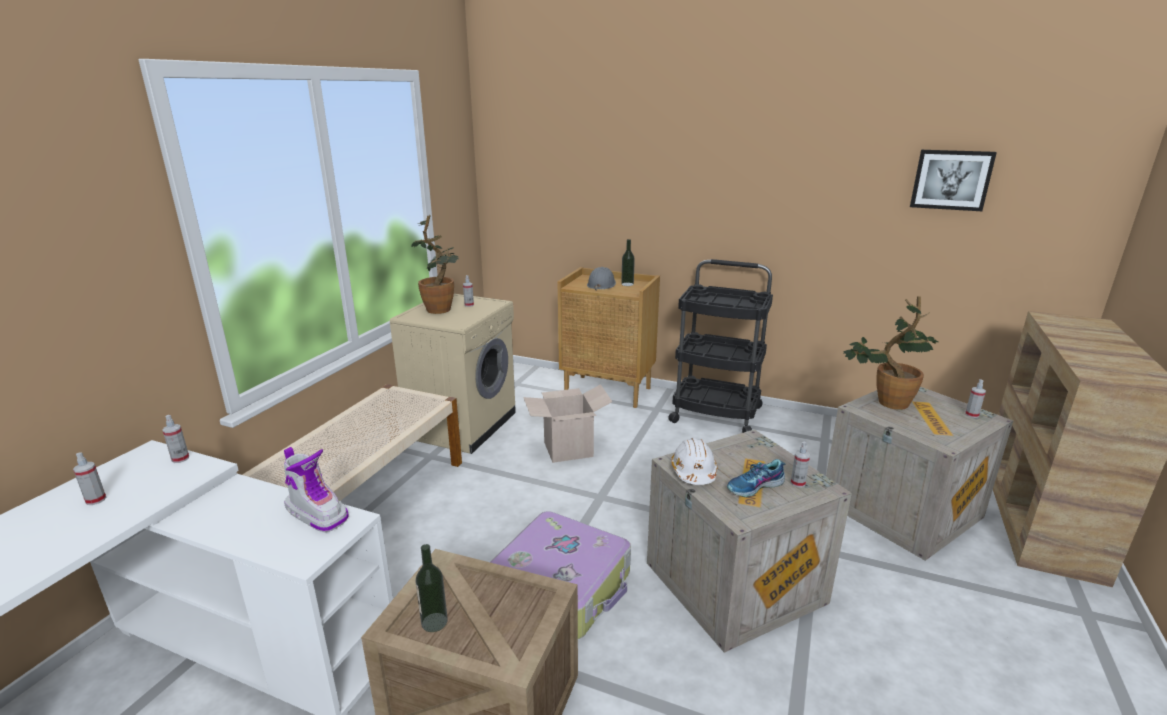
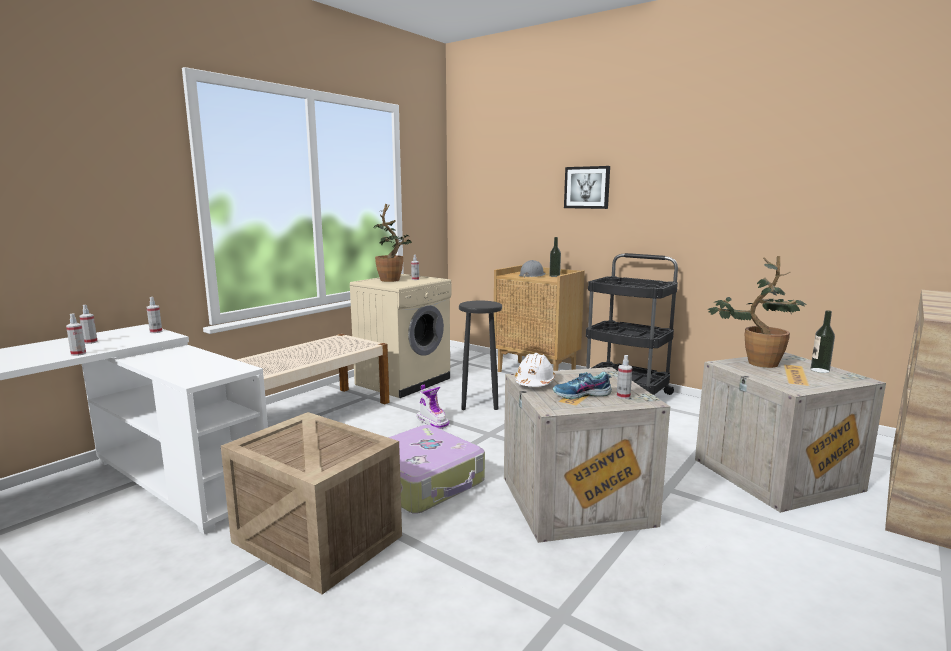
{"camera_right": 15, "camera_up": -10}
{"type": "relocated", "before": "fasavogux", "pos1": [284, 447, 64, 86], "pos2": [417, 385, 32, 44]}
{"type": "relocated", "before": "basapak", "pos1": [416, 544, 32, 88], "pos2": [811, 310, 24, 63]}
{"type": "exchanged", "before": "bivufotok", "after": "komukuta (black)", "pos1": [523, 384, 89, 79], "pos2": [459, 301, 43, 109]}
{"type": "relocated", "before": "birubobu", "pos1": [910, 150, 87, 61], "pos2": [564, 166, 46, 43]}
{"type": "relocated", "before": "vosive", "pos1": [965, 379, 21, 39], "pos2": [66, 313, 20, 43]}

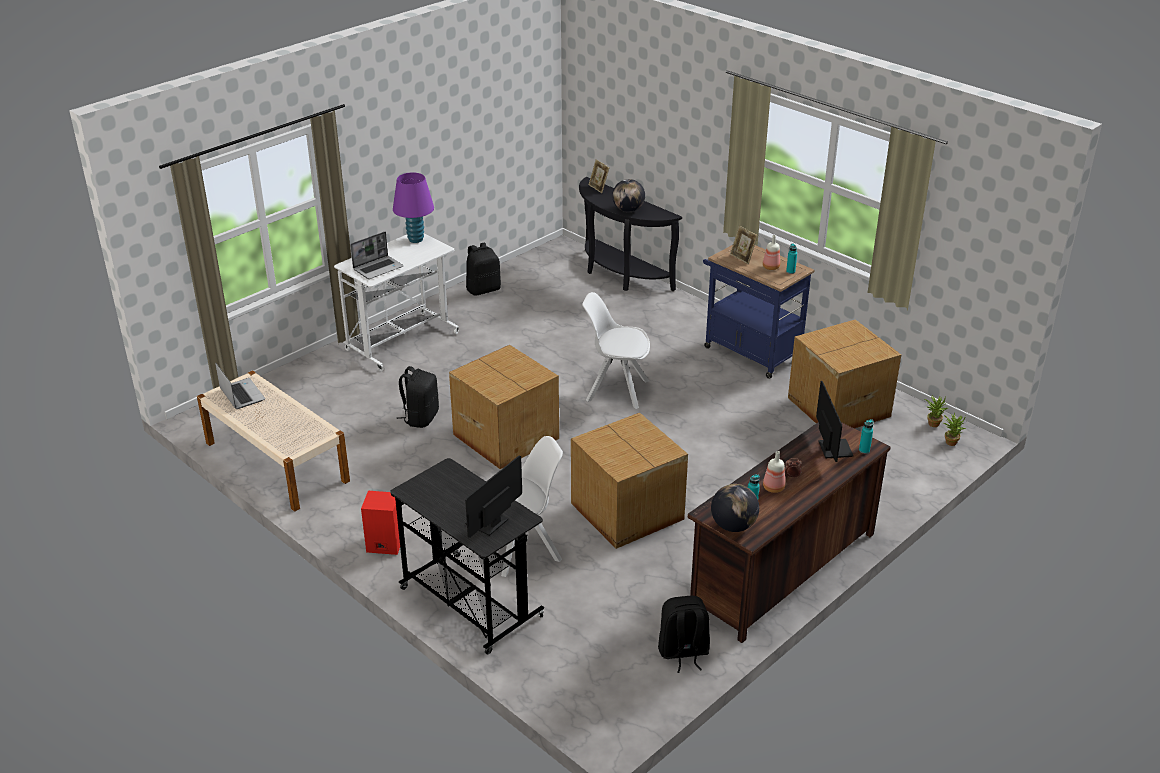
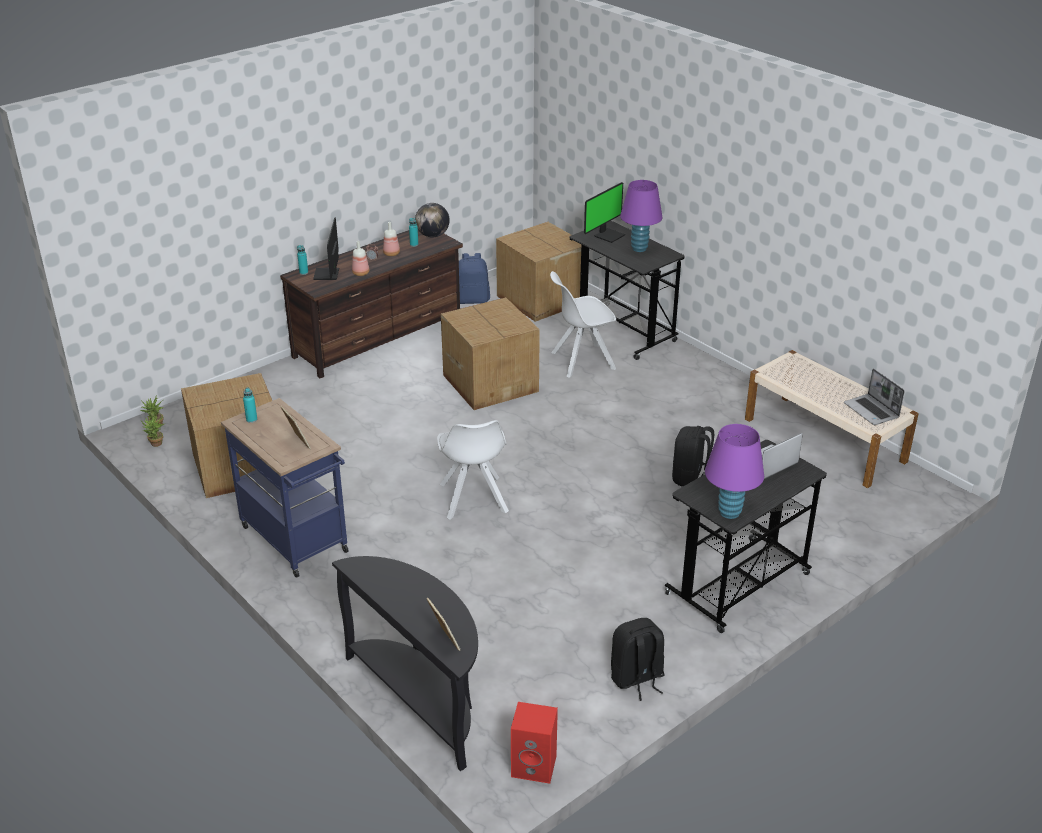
{"camera_right": -175, "camera_up": 0}
{"type": "colour", "before": "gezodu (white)", "after": "gezodu (black)", "pos1": [334, 233, 125, 139], "pos2": [665, 440, 162, 193]}
{"type": "relocated", "before": "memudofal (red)", "pos1": [361, 491, 39, 64], "pos2": [511, 702, 47, 82]}
{"type": "relocated", "before": "bivufotok", "pos1": [449, 345, 110, 124], "pos2": [496, 222, 85, 100]}
{"type": "spun", "before": "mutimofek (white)", "pos1": [582, 292, 68, 117], "pos2": [437, 420, 72, 100], "turn": 60}
{"type": "missing", "before": "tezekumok", "pos1": [612, 179, 33, 33]}
{"type": "colour", "before": "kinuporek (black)", "after": "kinuporek (blue)", "pos1": [658, 596, 52, 77], "pos2": [459, 253, 31, 51]}
{"type": "relocated", "before": "basapak", "pos1": [763, 235, 17, 35], "pos2": [352, 241, 17, 35]}
{"type": "appeared", "after": "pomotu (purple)", "pos2": [620, 180, 42, 72]}

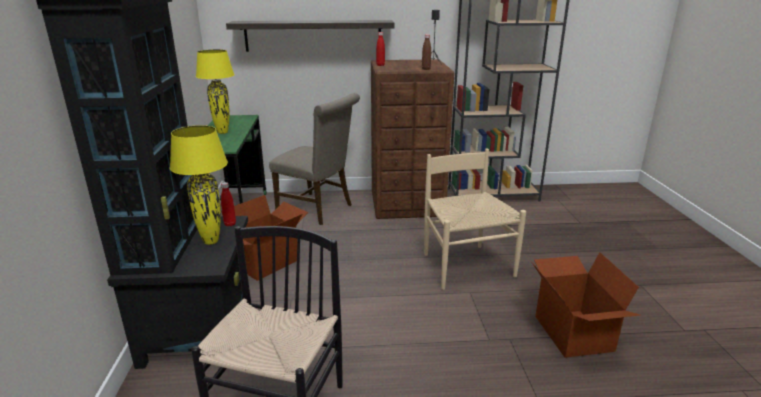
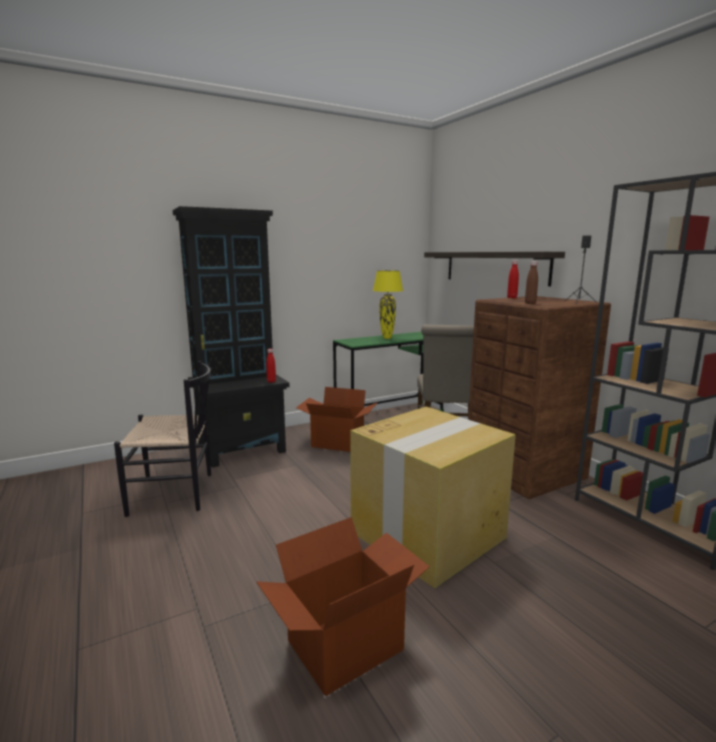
{"camera_right": 65, "camera_up": -10}
{"type": "missing", "before": "pomotu (yellow)", "pos1": [170, 125, 58, 120]}
{"type": "exchanged", "before": "mutimofek (beige)", "after": "bivufotok", "pos1": [424, 149, 102, 141], "pos2": [350, 407, 166, 181]}

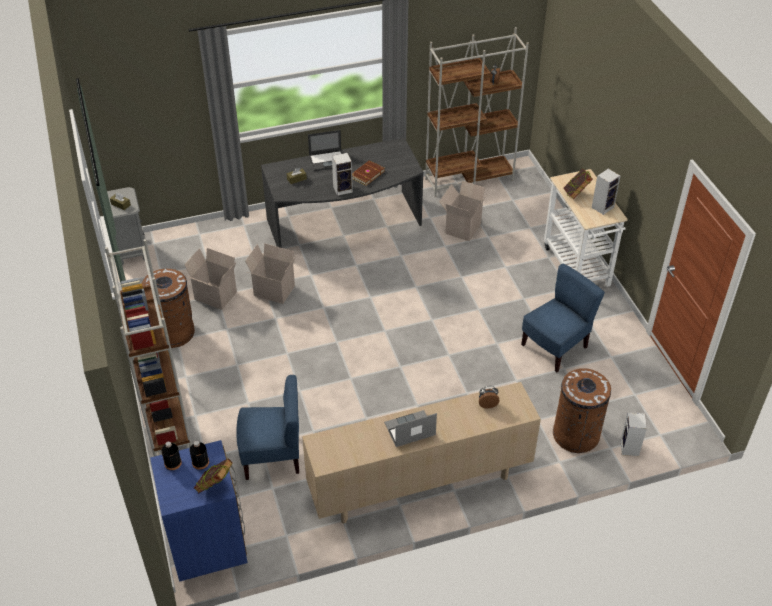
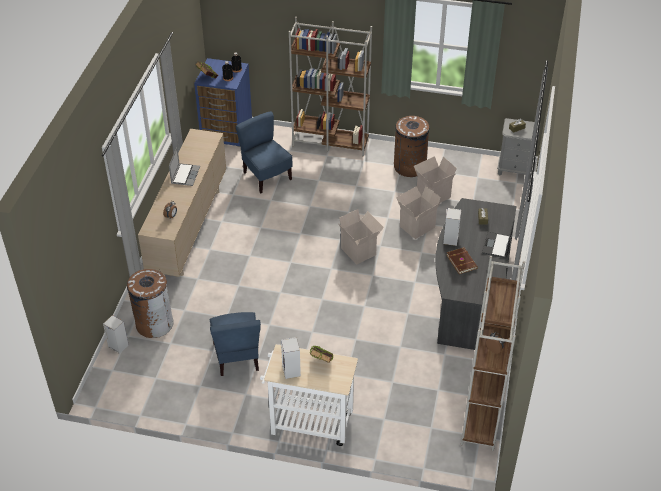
{"camera_right": 120, "camera_up": 0}
{"type": "spun", "before": "mutimofek (blue)", "pos1": [236, 375, 63, 105], "pos2": [236, 111, 56, 82], "turn": 120}
{"type": "relocated", "before": "bivufotok", "pos1": [439, 181, 49, 60], "pos2": [338, 209, 46, 56]}

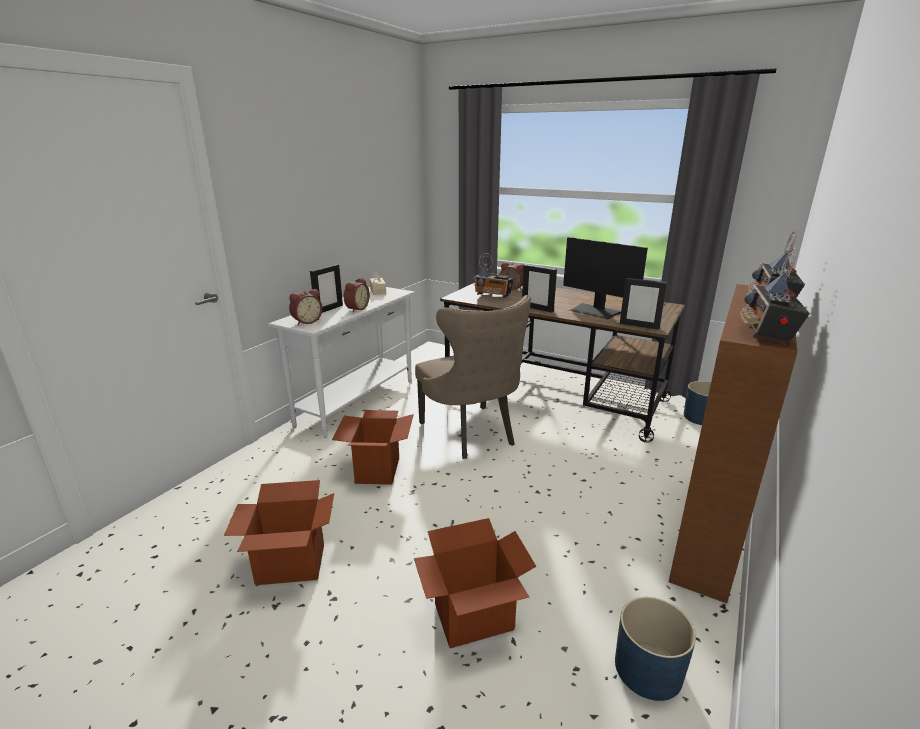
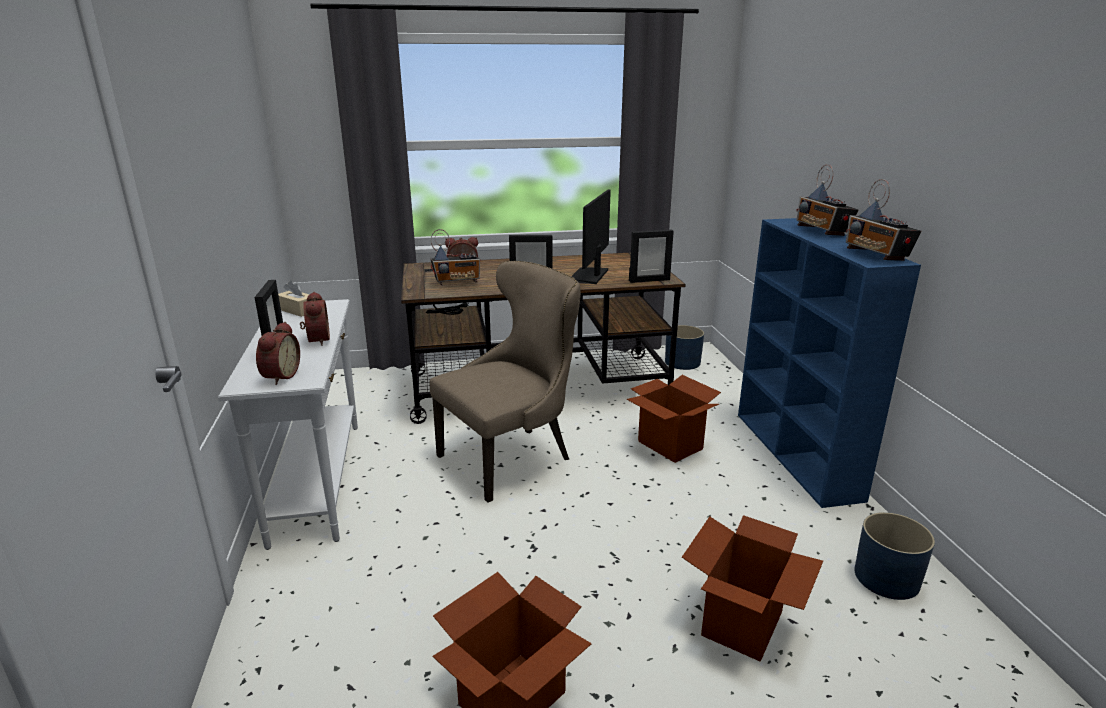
{"camera_right": -40, "camera_up": 0}
{"type": "relocated", "before": "bivufotok", "pos1": [332, 410, 82, 75], "pos2": [626, 375, 95, 88]}
{"type": "spun", "before": "mutimofek (beige)", "pos1": [415, 295, 116, 164], "pos2": [430, 261, 151, 242], "turn": -60}
{"type": "spun", "before": "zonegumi", "pos1": [563, 237, 85, 83], "pos2": [571, 190, 40, 94], "turn": 105}
{"type": "colour", "before": "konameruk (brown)", "after": "konameruk (blue)", "pos1": [669, 284, 128, 319], "pos2": [738, 218, 183, 290]}

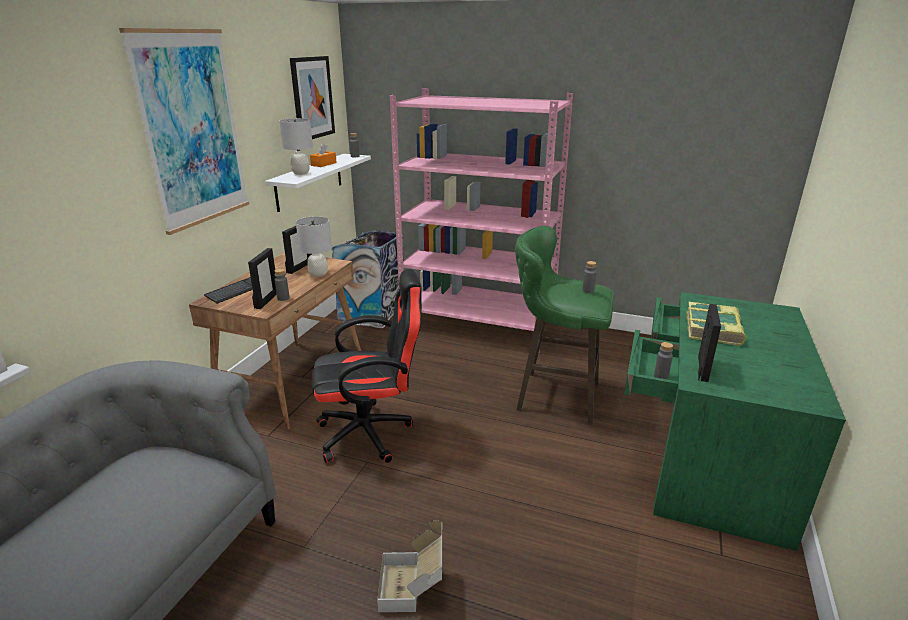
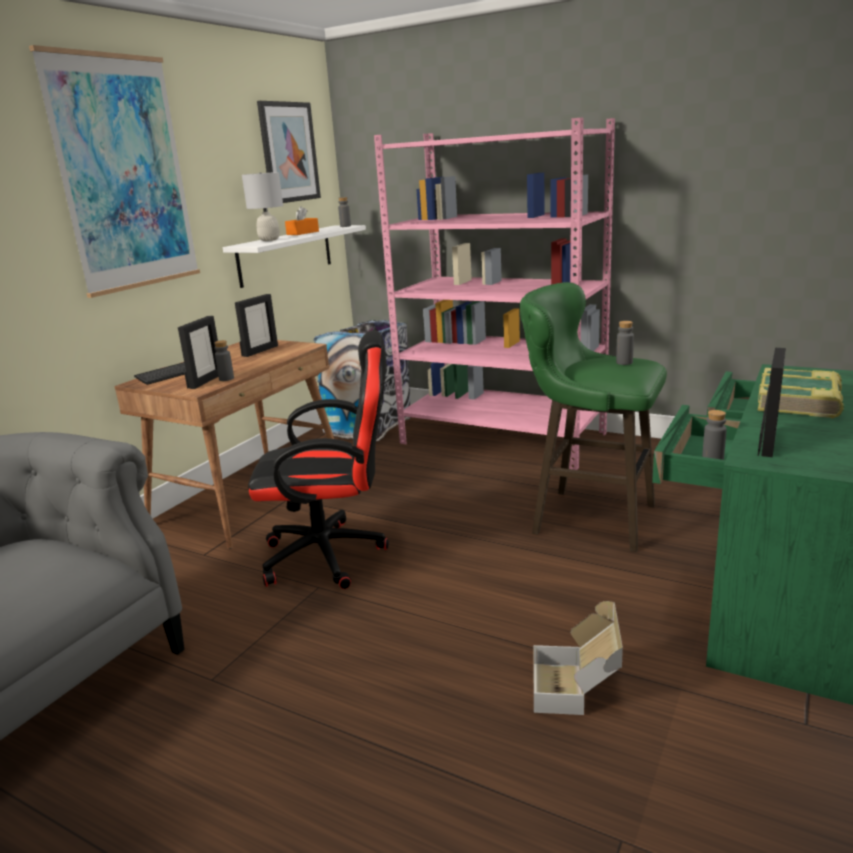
{"camera_right": 10, "camera_up": -5}
{"type": "missing", "before": "pomotu (grey)", "pos1": [296, 216, 36, 61]}
{"type": "relocated", "before": "bivufotok", "pos1": [377, 520, 65, 92], "pos2": [533, 601, 90, 114]}

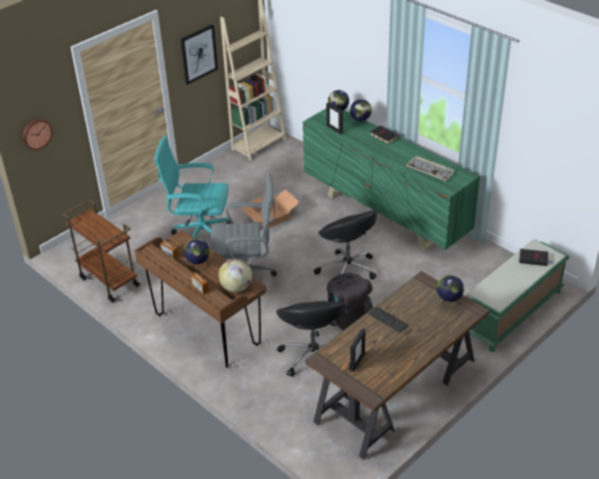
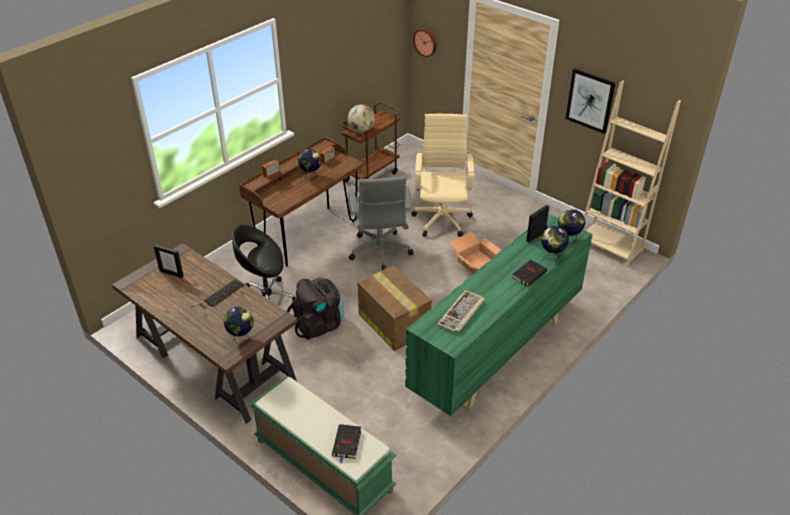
{"camera_right": 85, "camera_up": 0}
{"type": "colour", "before": "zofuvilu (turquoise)", "after": "zofuvilu (beige)", "pos1": [155, 135, 77, 103], "pos2": [412, 114, 62, 123]}
{"type": "relocated", "before": "tezekumok", "pos1": [218, 259, 34, 34], "pos2": [348, 105, 27, 27]}
{"type": "exchanged", "before": "zofuvilu (black)", "after": "bivufotok", "pos1": [314, 209, 63, 70], "pos2": [357, 265, 75, 86]}

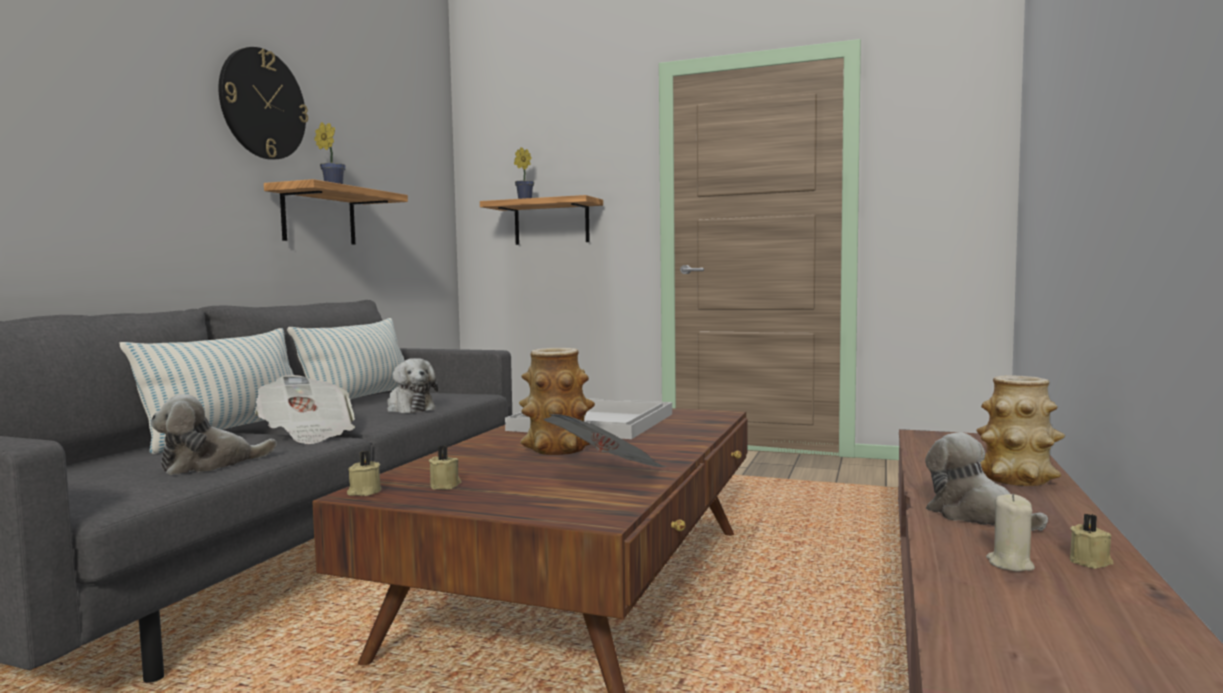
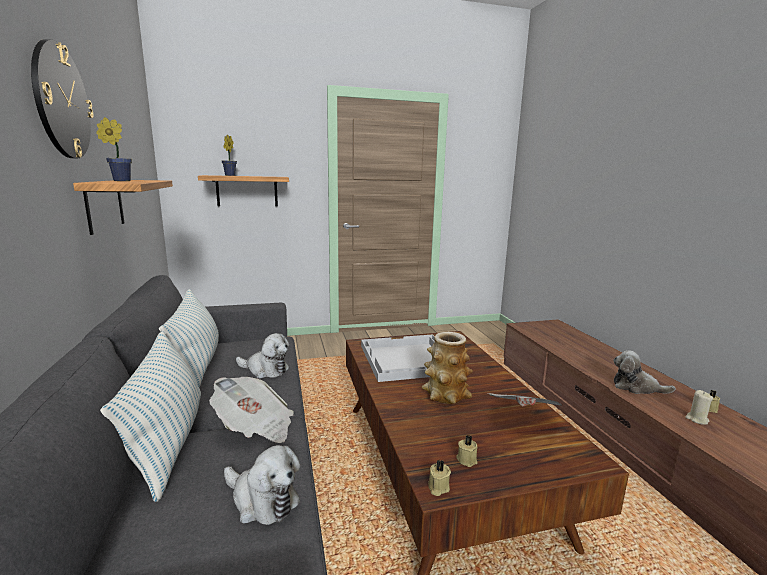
{"camera_right": -35, "camera_up": 10}
{"type": "spun", "before": "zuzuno", "pos1": [150, 394, 127, 81], "pos2": [224, 445, 76, 80], "turn": -75}
{"type": "missing", "before": "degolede", "pos1": [977, 375, 88, 111]}

